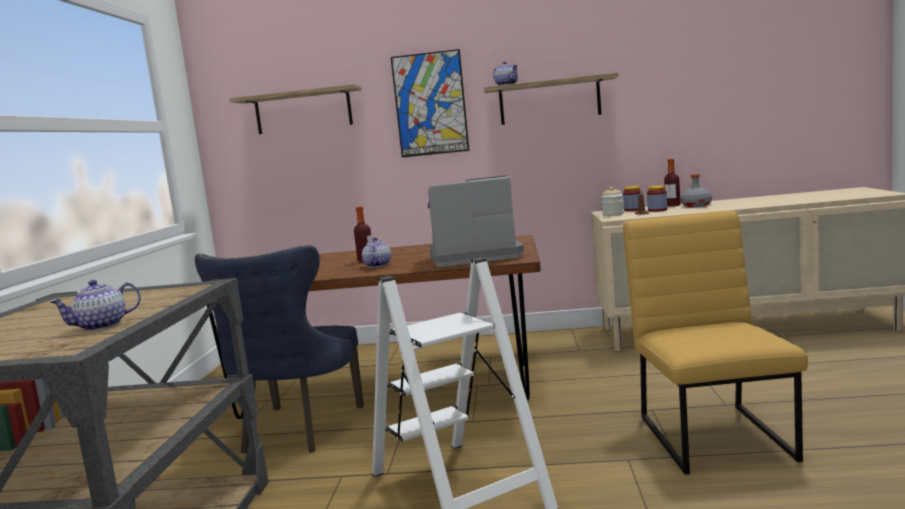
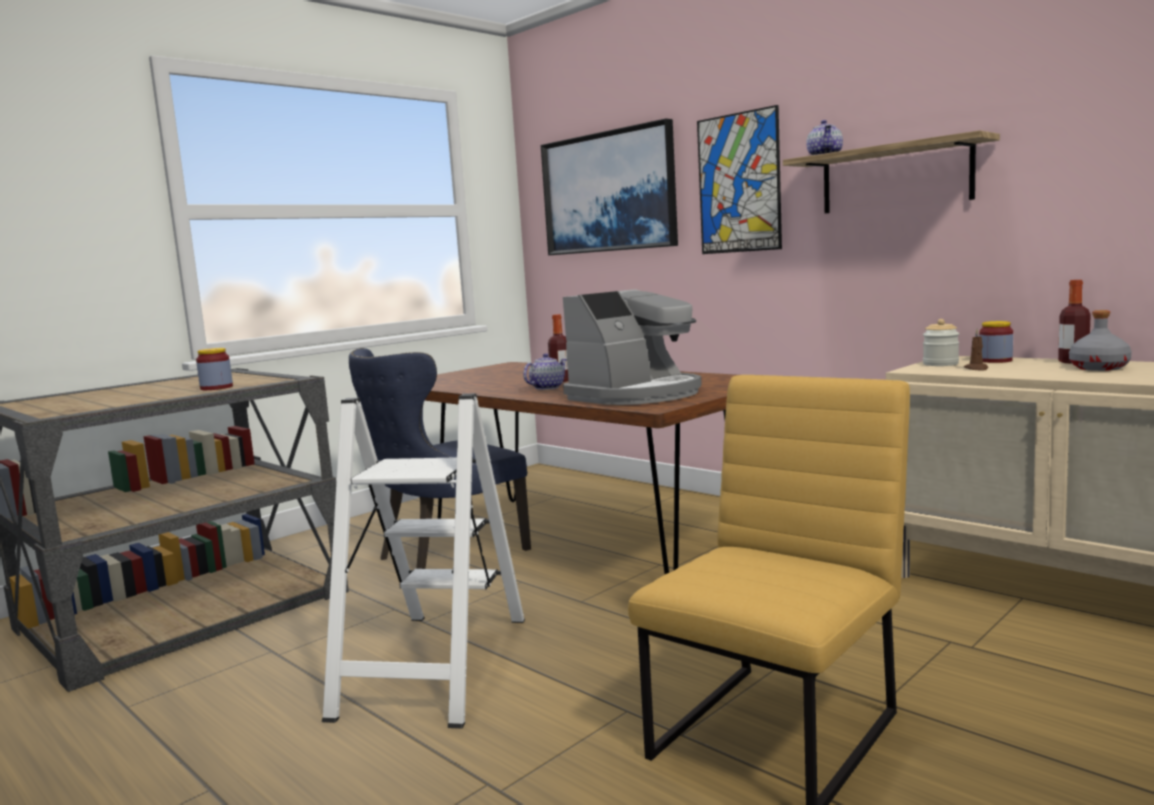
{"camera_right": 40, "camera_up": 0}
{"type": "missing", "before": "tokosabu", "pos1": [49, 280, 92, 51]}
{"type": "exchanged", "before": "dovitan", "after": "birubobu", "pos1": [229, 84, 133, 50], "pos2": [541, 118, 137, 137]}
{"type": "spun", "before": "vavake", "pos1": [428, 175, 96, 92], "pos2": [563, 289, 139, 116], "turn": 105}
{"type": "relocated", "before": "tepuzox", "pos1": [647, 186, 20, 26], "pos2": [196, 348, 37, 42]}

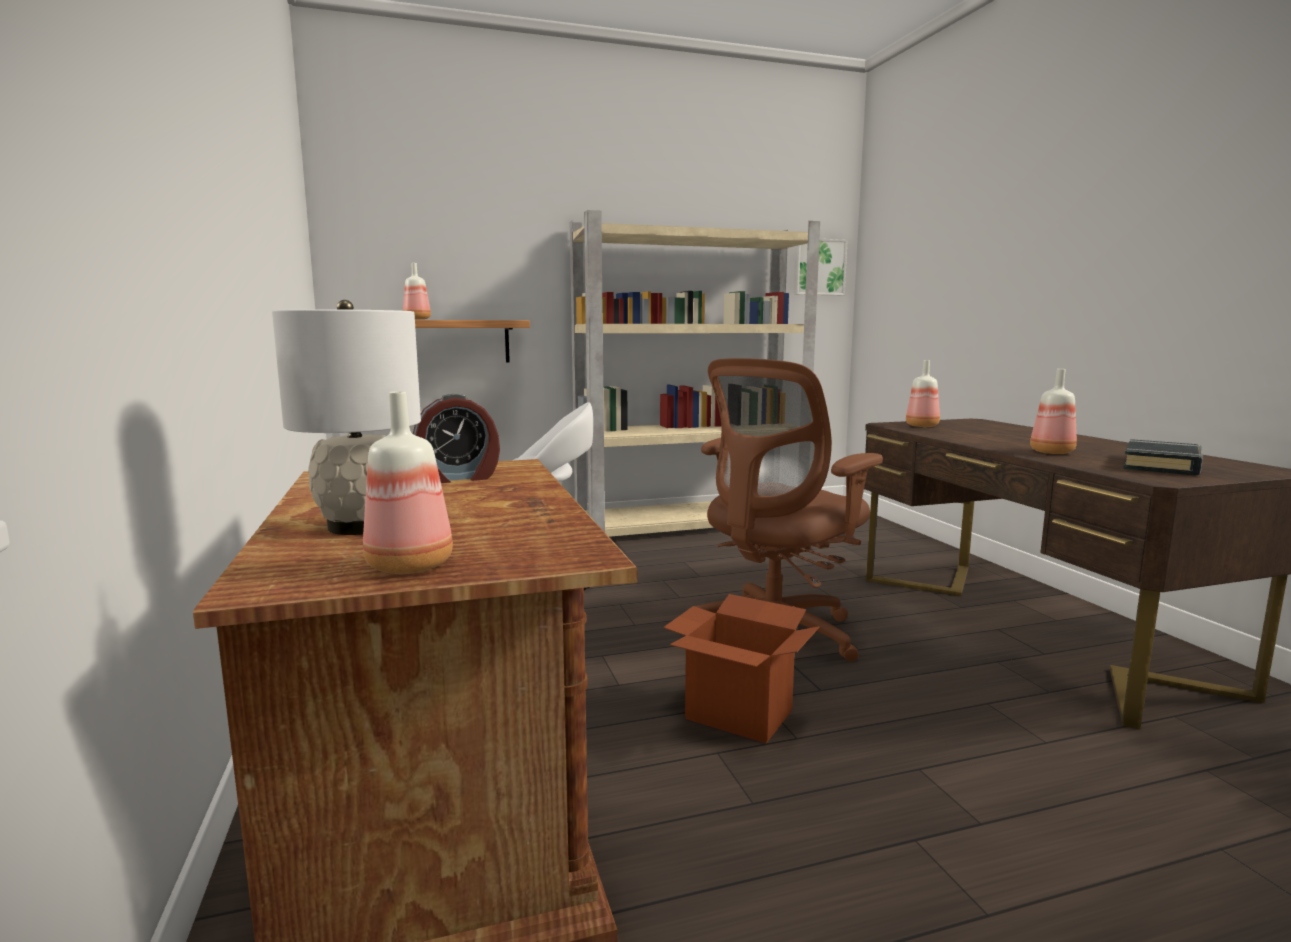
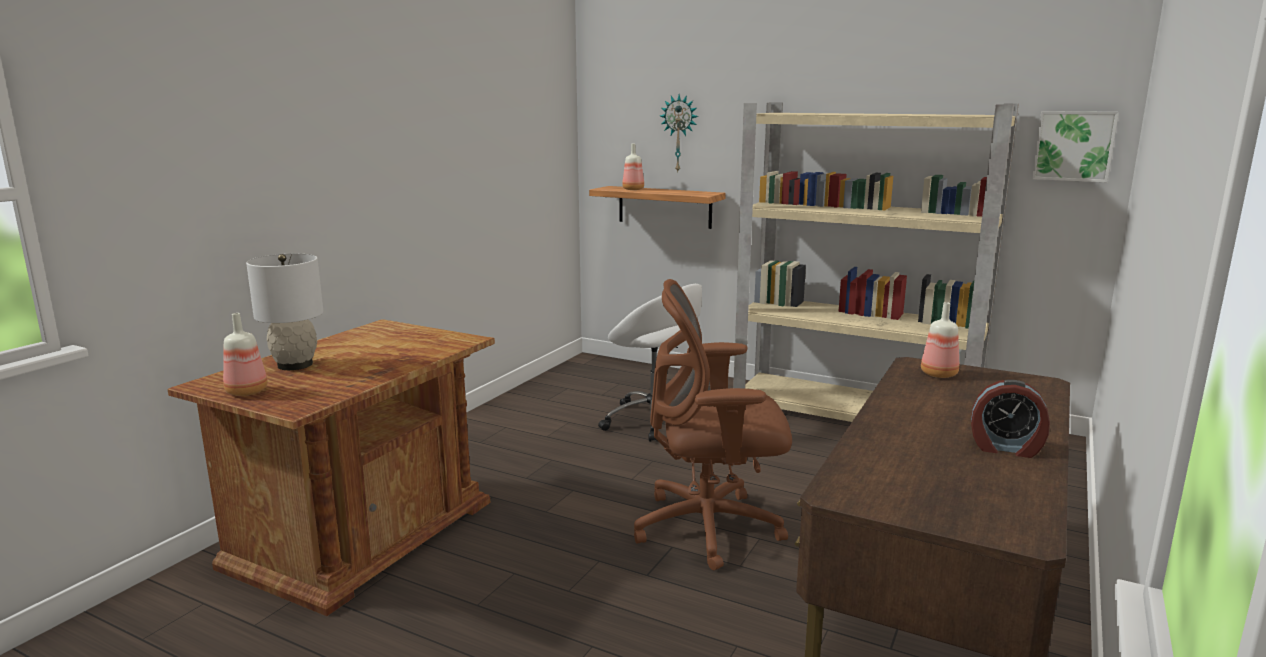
{"camera_right": 45, "camera_up": 5}
{"type": "relocated", "before": "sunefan", "pos1": [413, 394, 87, 89], "pos2": [971, 380, 79, 78]}
{"type": "missing", "before": "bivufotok", "pos1": [663, 594, 157, 149]}
{"type": "missing", "before": "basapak", "pos1": [1030, 369, 47, 85]}
{"type": "missing", "before": "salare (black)", "pos1": [1123, 439, 80, 37]}
{"type": "appeared", "after": "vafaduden", "pos2": [660, 95, 38, 78]}

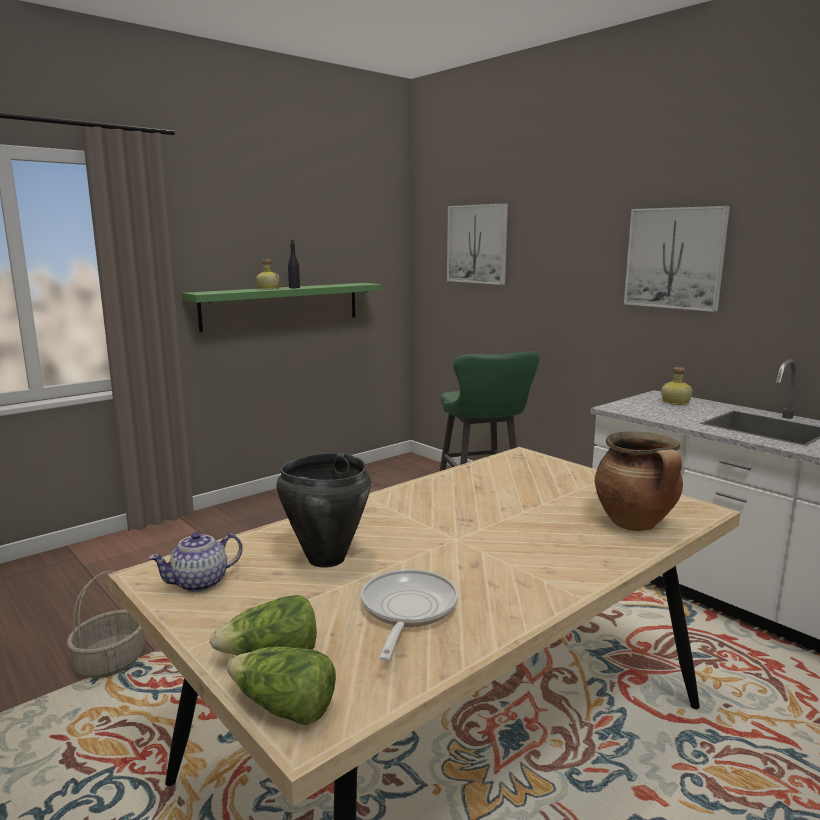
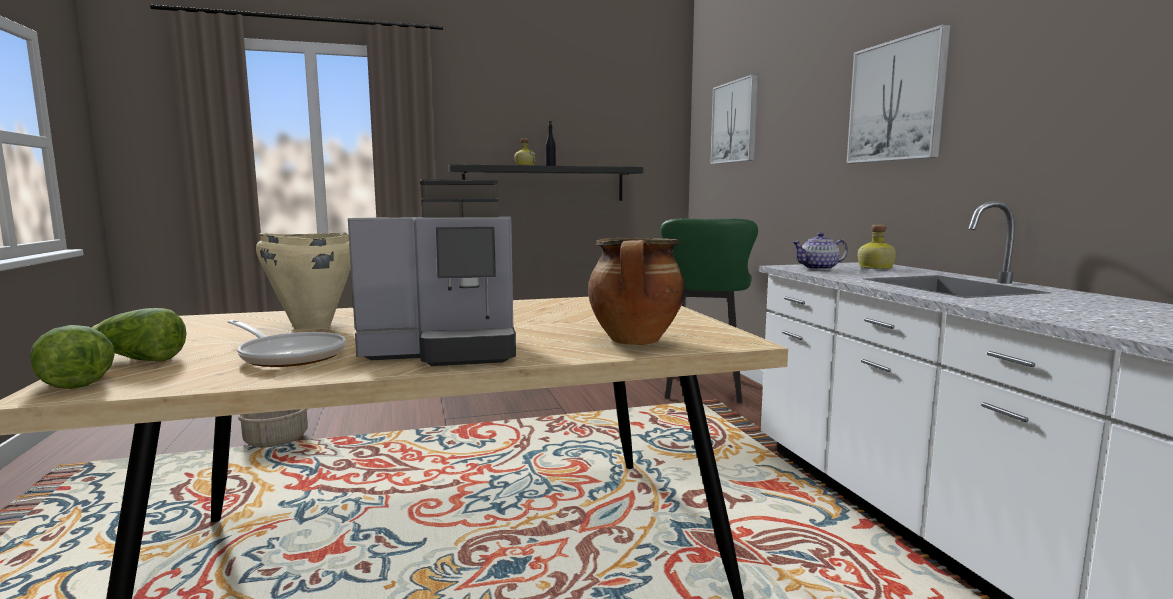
{"camera_right": 25, "camera_up": -5}
{"type": "relocated", "before": "tokosabu", "pos1": [148, 532, 95, 60], "pos2": [792, 232, 56, 38]}
{"type": "colour", "before": "dovitan (green)", "after": "dovitan (black)", "pos1": [182, 283, 200, 49], "pos2": [448, 164, 195, 37]}
{"type": "colour", "before": "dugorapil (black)", "after": "dugorapil (beige)", "pos1": [277, 453, 94, 115], "pos2": [256, 232, 95, 98]}
{"type": "spun", "before": "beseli", "pos1": [361, 569, 97, 92], "pos2": [228, 320, 118, 47], "turn": 90}
{"type": "appeared", "after": "vavake", "pos2": [348, 180, 168, 186]}

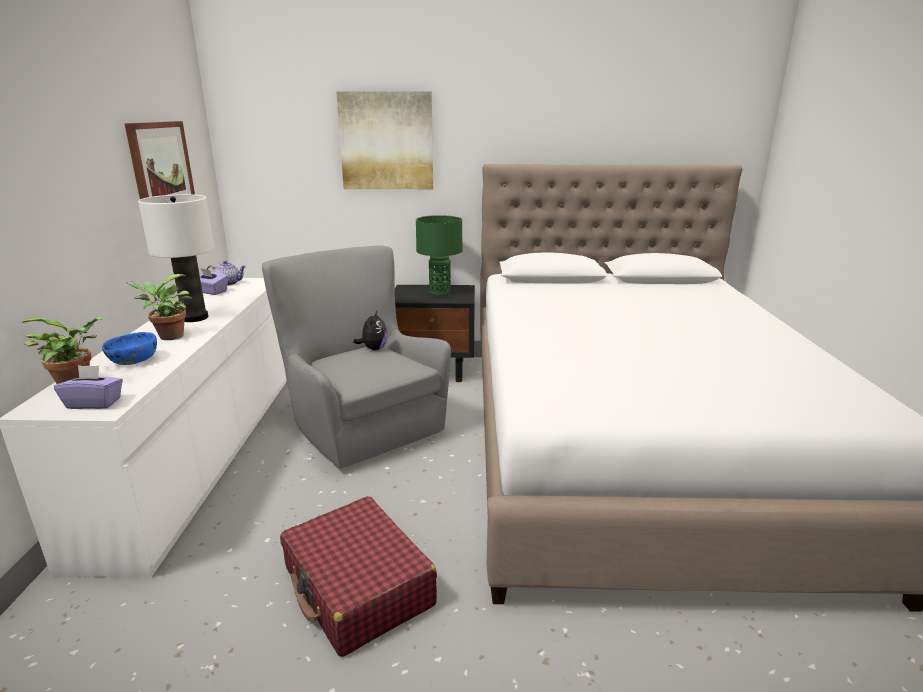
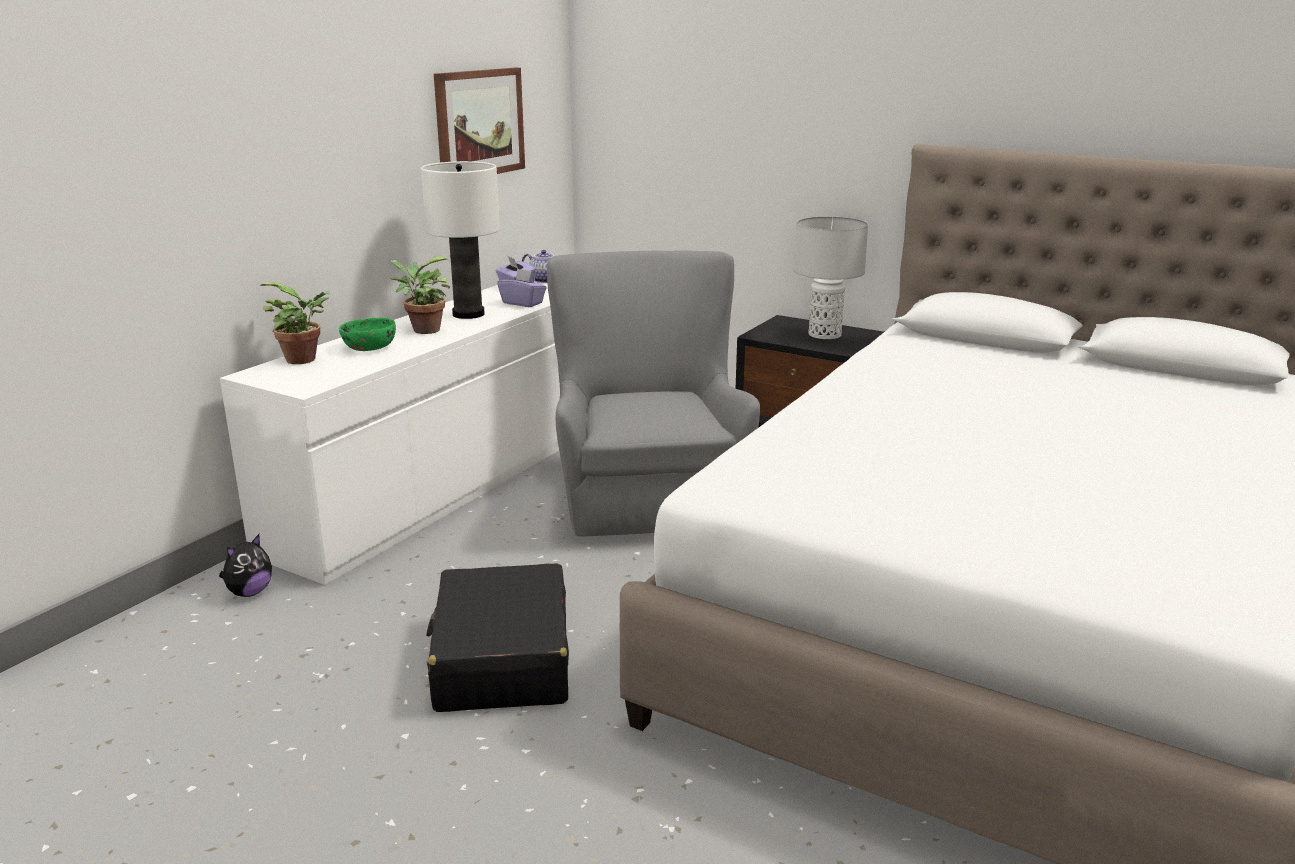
{"camera_right": 30, "camera_up": 0}
{"type": "relocated", "before": "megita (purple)", "pos1": [54, 365, 69, 44], "pos2": [497, 268, 50, 39]}
{"type": "colour", "before": "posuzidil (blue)", "after": "posuzidil (green)", "pos1": [102, 332, 55, 33], "pos2": [339, 318, 57, 33]}
{"type": "colour", "before": "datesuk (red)", "after": "datesuk (black)", "pos1": [280, 496, 157, 161], "pos2": [426, 563, 143, 149]}
{"type": "missing", "before": "birubobu", "pos1": [336, 91, 97, 98]}
{"type": "relocated", "before": "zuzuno", "pos1": [353, 311, 34, 39], "pos2": [219, 534, 53, 63]}
{"type": "colour", "before": "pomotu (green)", "after": "pomotu (white)", "pos1": [416, 215, 46, 80], "pos2": [794, 217, 74, 122]}

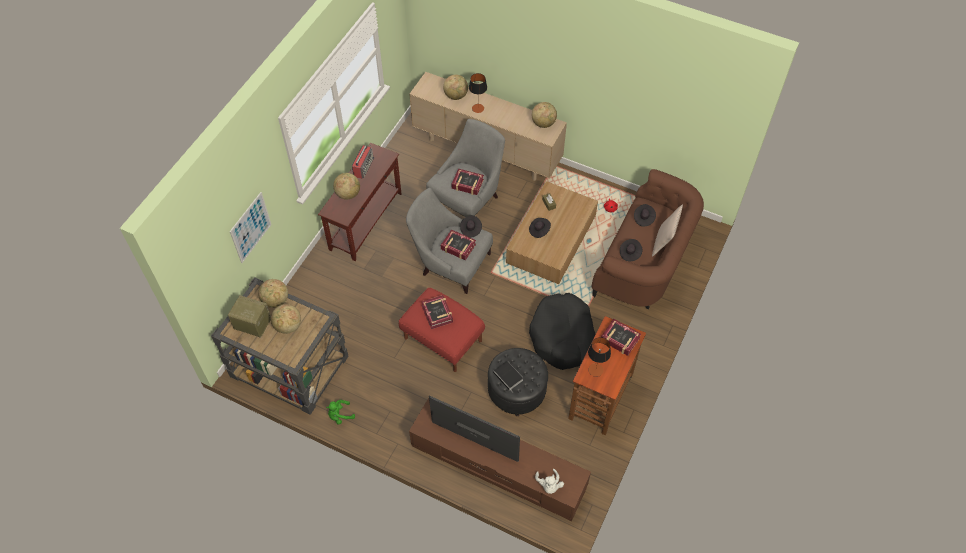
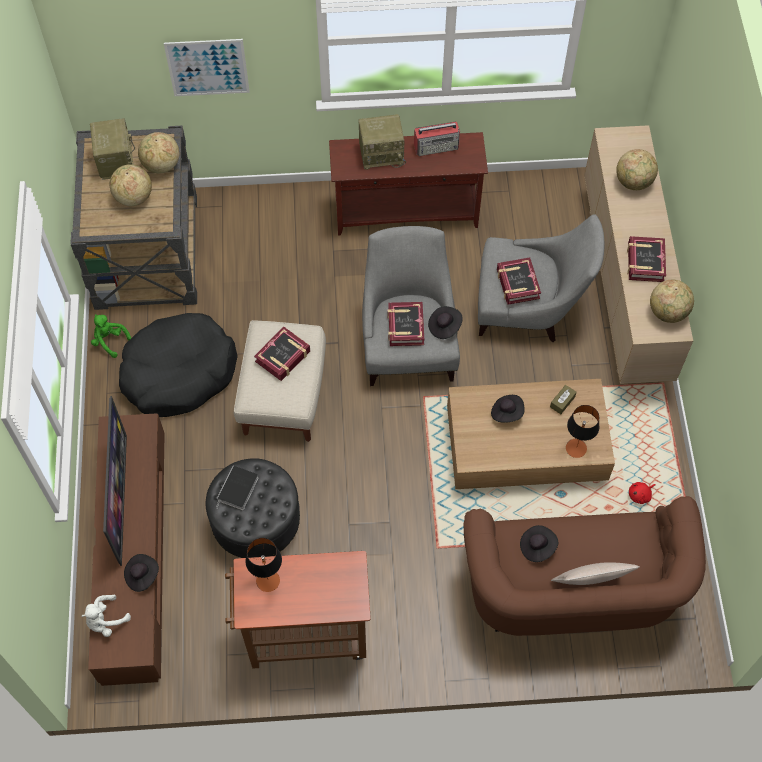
{"camera_right": 60, "camera_up": 5}
{"type": "exchanged", "before": "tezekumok", "after": "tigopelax", "pos1": [333, 173, 27, 27], "pos2": [358, 114, 48, 56]}
{"type": "colour", "before": "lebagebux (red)", "after": "lebagebux (beige)", "pos1": [399, 288, 86, 84], "pos2": [234, 320, 92, 122]}
{"type": "relocated", "before": "pomotu", "pos1": [469, 73, 18, 40], "pos2": [566, 405, 33, 53]}
{"type": "relocated", "before": "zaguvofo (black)", "pos1": [529, 293, 67, 77], "pos2": [119, 313, 119, 104]}
{"type": "relocated", "before": "salare", "pos1": [601, 319, 40, 37], "pos2": [627, 236, 39, 46]}
{"type": "relocated", "before": "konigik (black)", "pos1": [634, 204, 22, 22], "pos2": [124, 554, 35, 38]}

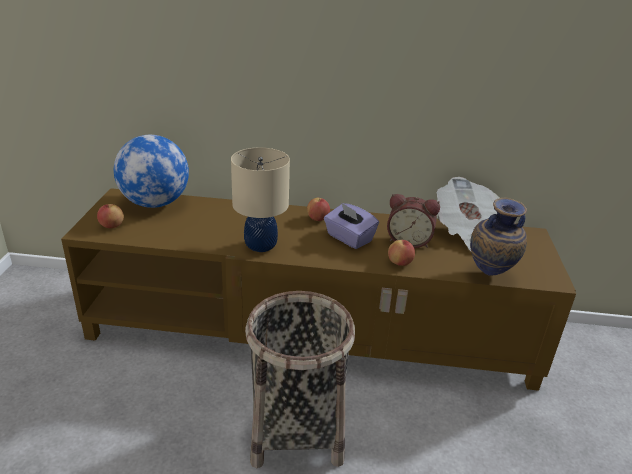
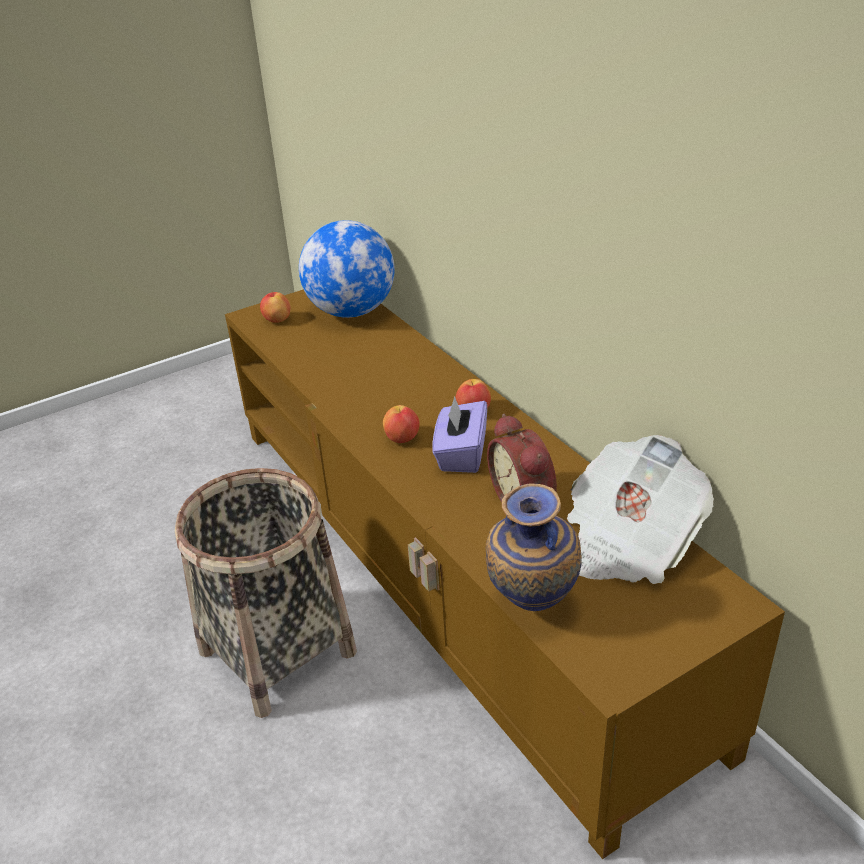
{"camera_right": 55, "camera_up": 5}
{"type": "missing", "before": "pomotu (beige)", "pos1": [231, 148, 59, 104]}
{"type": "relocated", "before": "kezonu", "pos1": [388, 240, 27, 26], "pos2": [383, 405, 37, 38]}

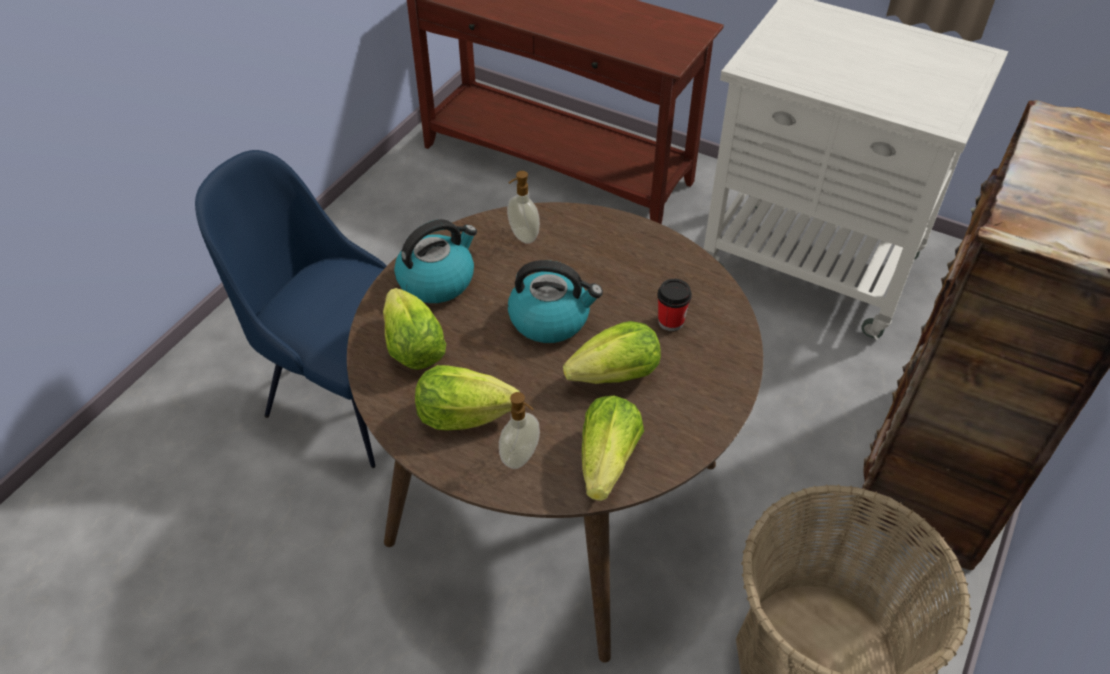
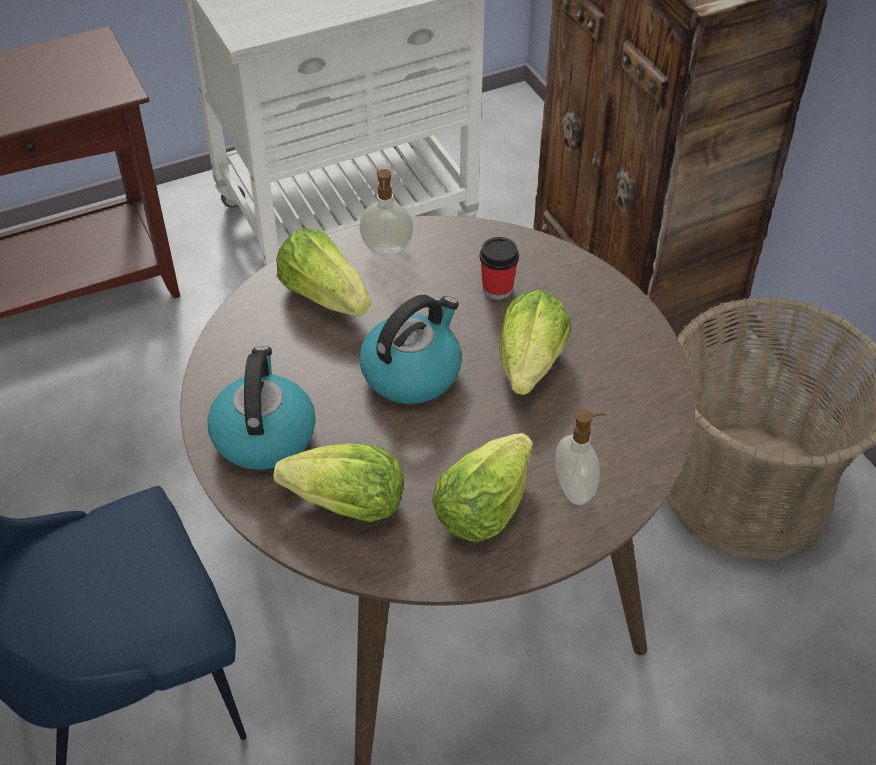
{"camera_right": -55, "camera_up": 0}
{"type": "relocated", "before": "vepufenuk", "pos1": [507, 171, 33, 73], "pos2": [359, 169, 54, 86]}
{"type": "relocated", "before": "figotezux", "pos1": [582, 395, 62, 106], "pos2": [276, 228, 95, 89]}

